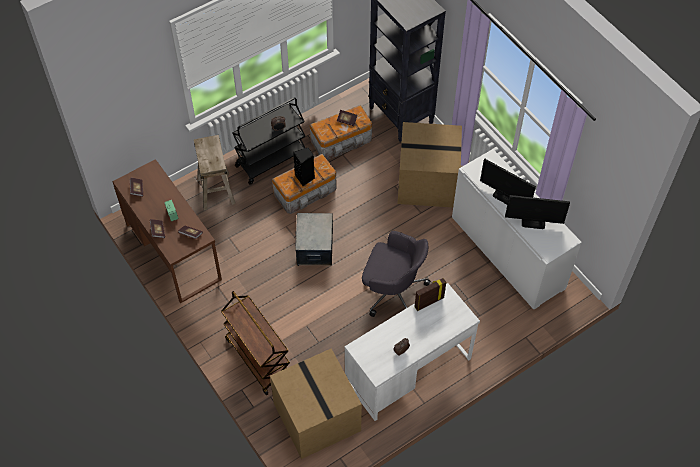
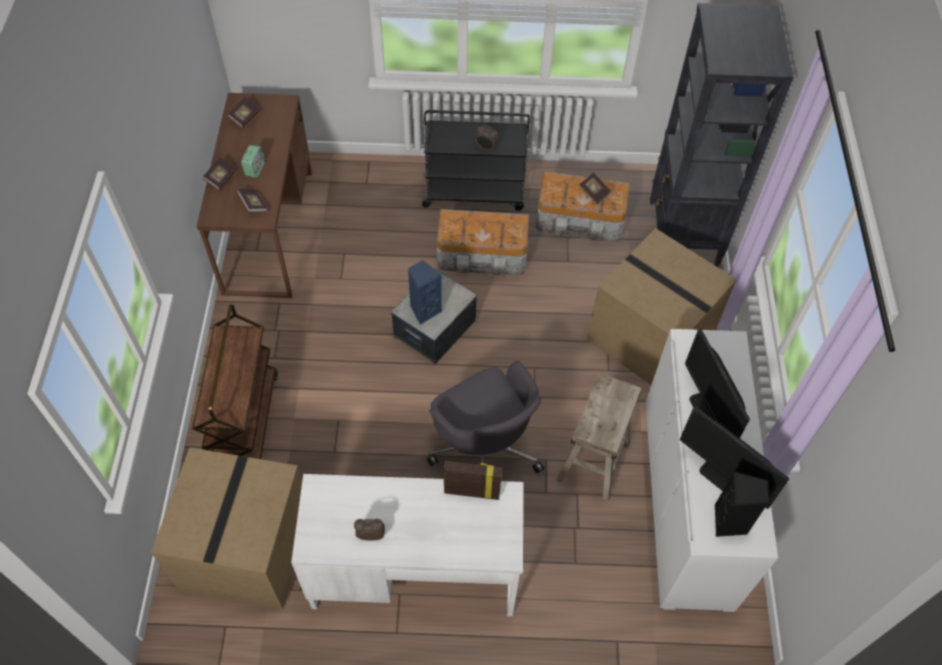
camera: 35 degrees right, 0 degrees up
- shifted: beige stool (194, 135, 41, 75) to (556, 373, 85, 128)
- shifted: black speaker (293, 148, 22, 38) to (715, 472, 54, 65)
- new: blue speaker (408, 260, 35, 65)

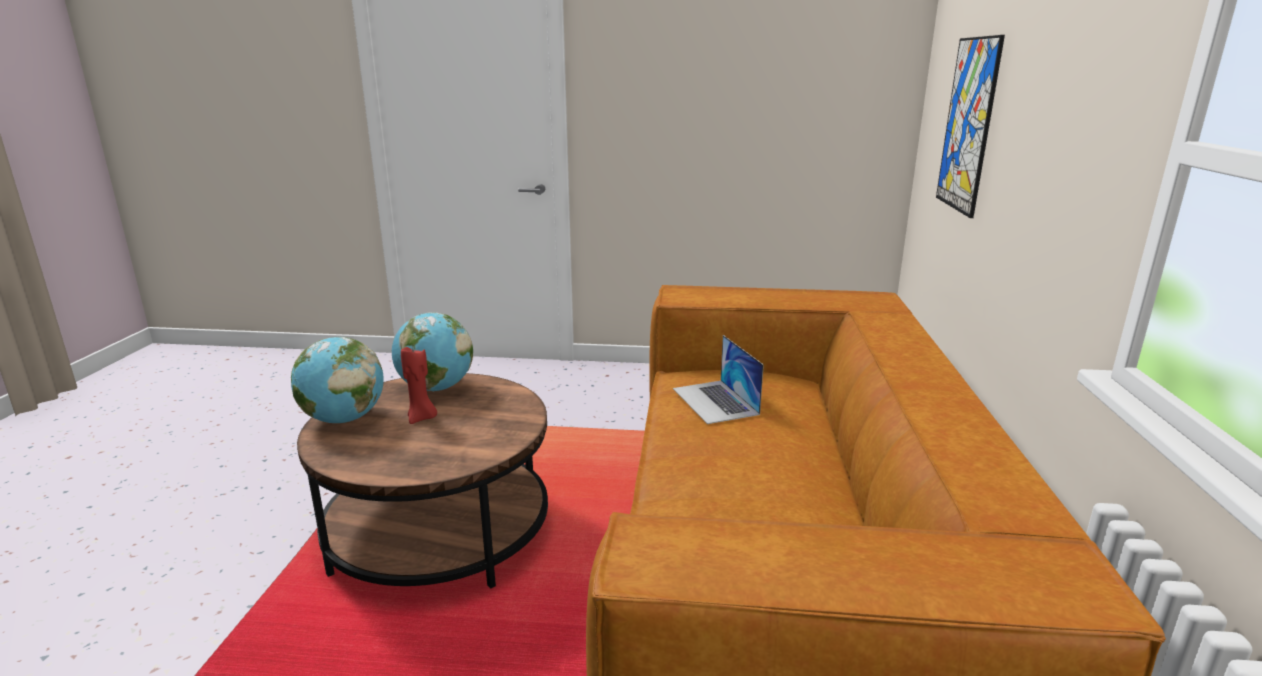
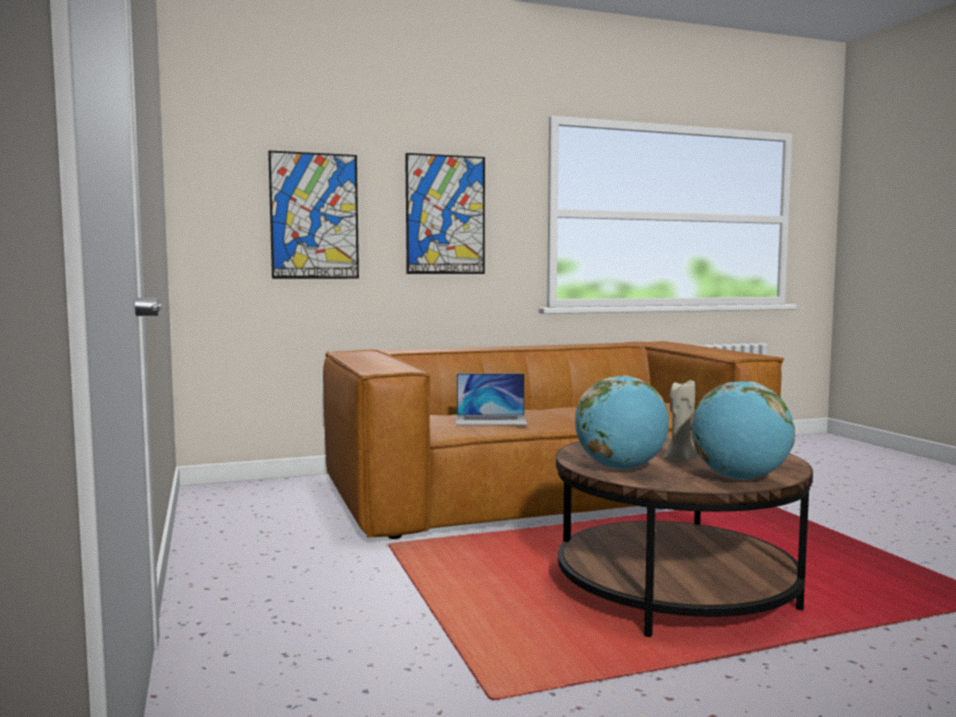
camera: 115 degrees left, 15 degrees down
- repainted: red candle (401, 345, 36, 79) to beige candle (663, 379, 36, 84)
- rotated: laptop (673, 335, 91, 89) = (455, 373, 72, 52) 45 degrees clockwise
- new: picture (405, 153, 80, 121)

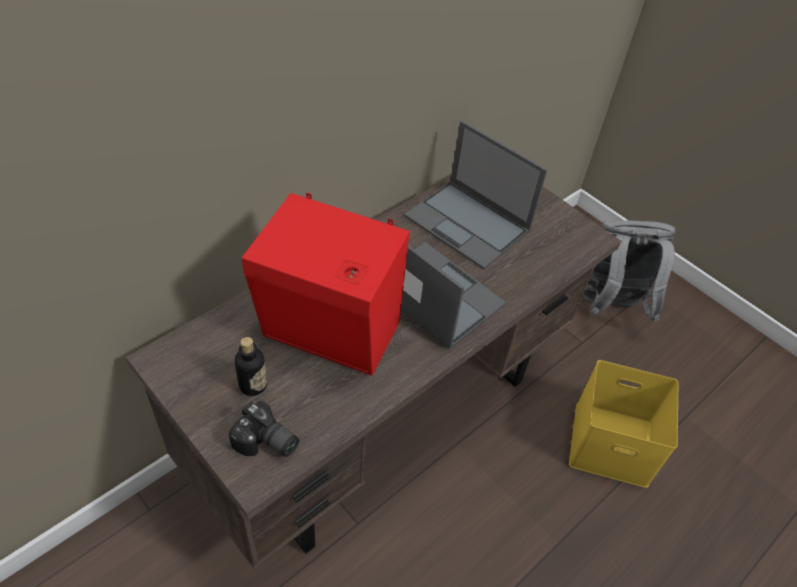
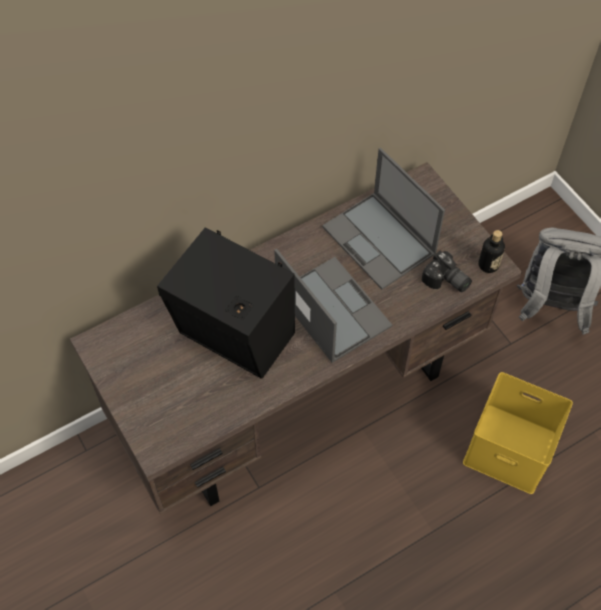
camera: 15 degrees right, 10 degrees up
- shifted: photo camera (228, 401, 71, 56) to (422, 251, 50, 41)
- shifted: bottle (235, 337, 32, 59) to (478, 230, 27, 43)
- repainted: red speaker (242, 193, 168, 183) to black speaker (157, 227, 138, 152)

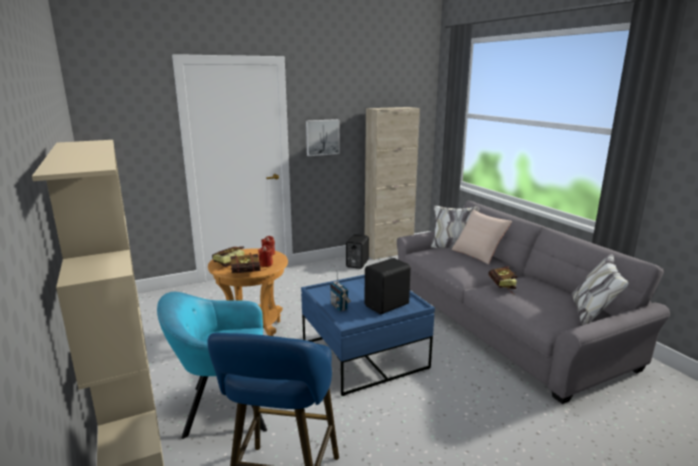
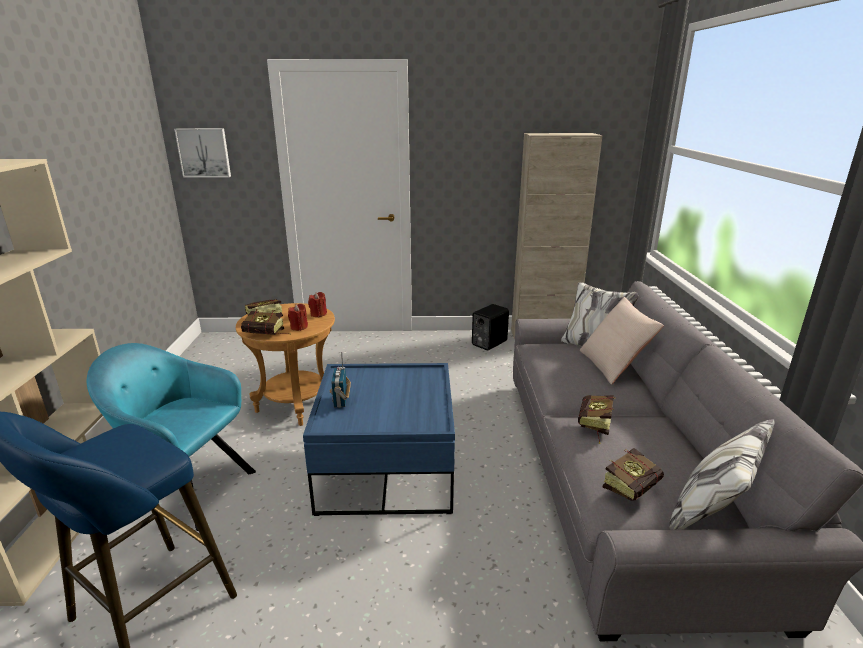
camera: 25 degrees right, 5 degrees up
- shifted: picture (306, 119, 34, 37) to (174, 128, 57, 50)
- gone: black speaker (364, 258, 47, 56)
- new: book (603, 448, 61, 53)

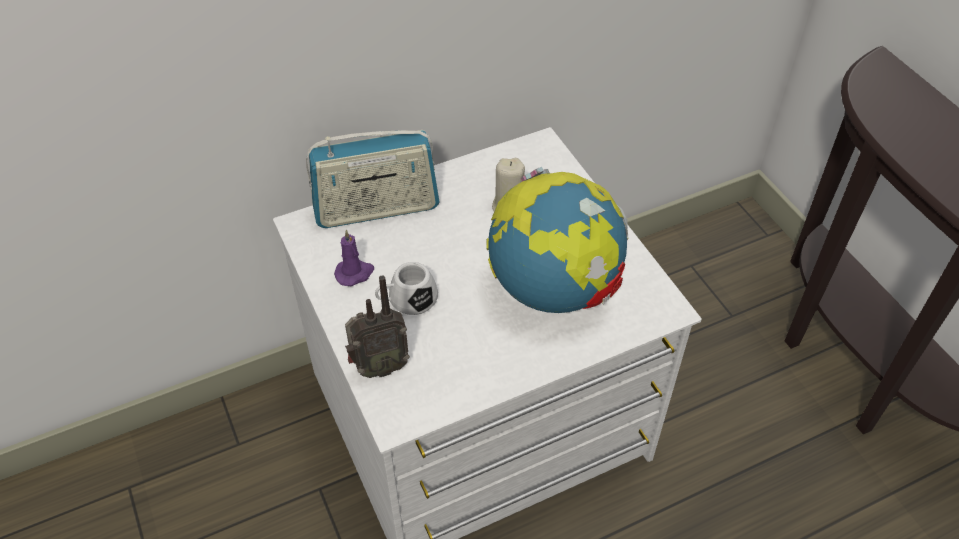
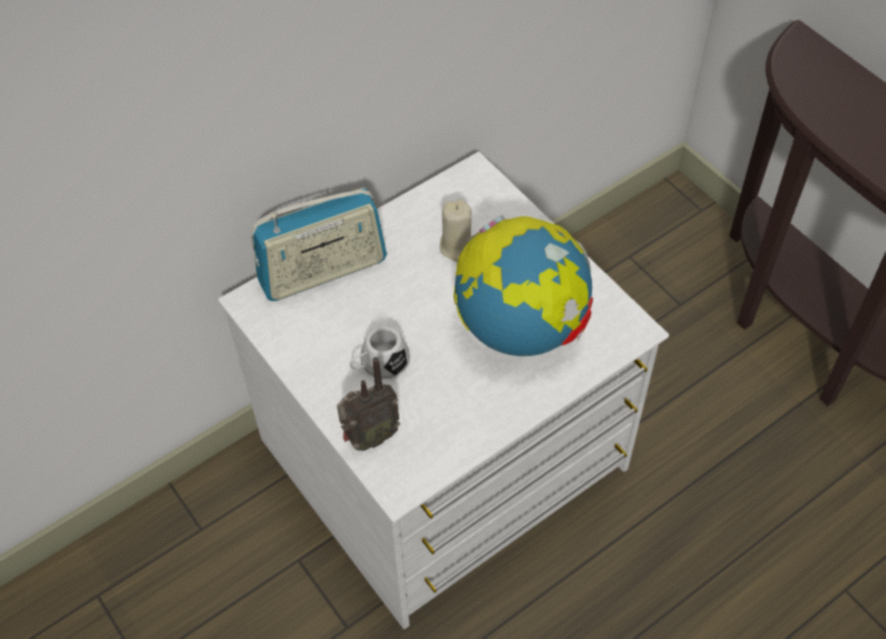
camera: 10 degrees left, 5 degrees up
- gone: purple candle (334, 230, 40, 56)

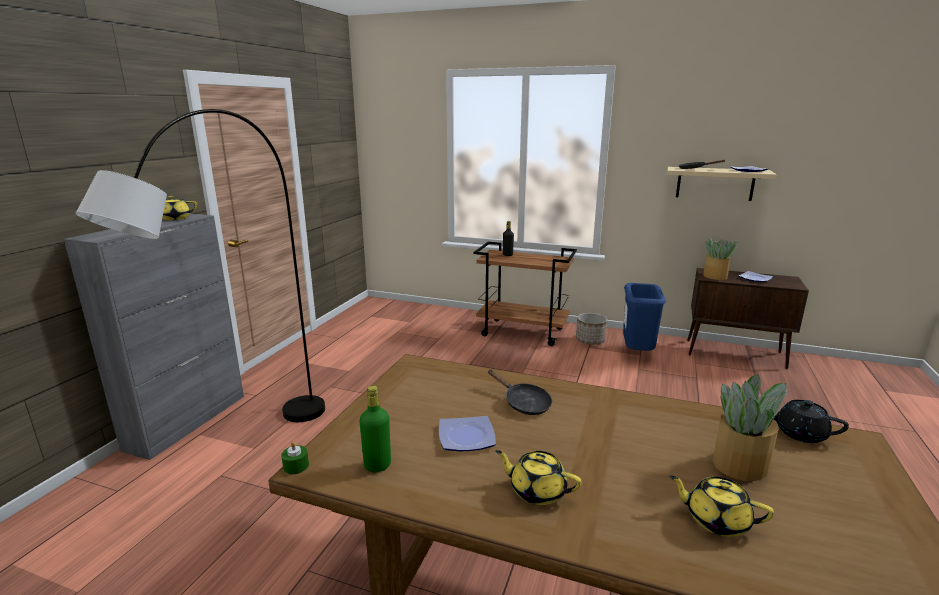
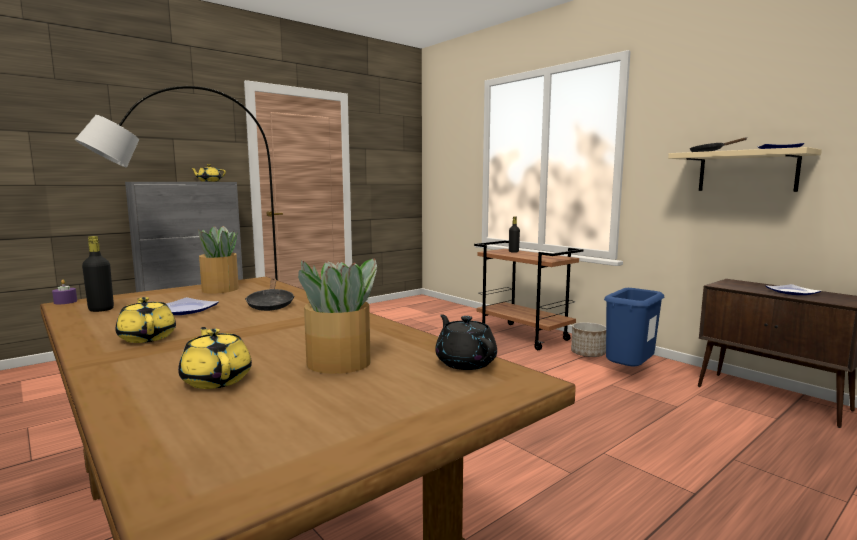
camera: 30 degrees right, 10 degrees down
- repainted: green candle (281, 441, 28, 33) to purple candle (52, 279, 25, 25)
- repainted: green bottle (359, 386, 32, 86) to black bottle (82, 236, 32, 76)
- shifted: potted plant (703, 238, 35, 42) to (198, 226, 41, 68)

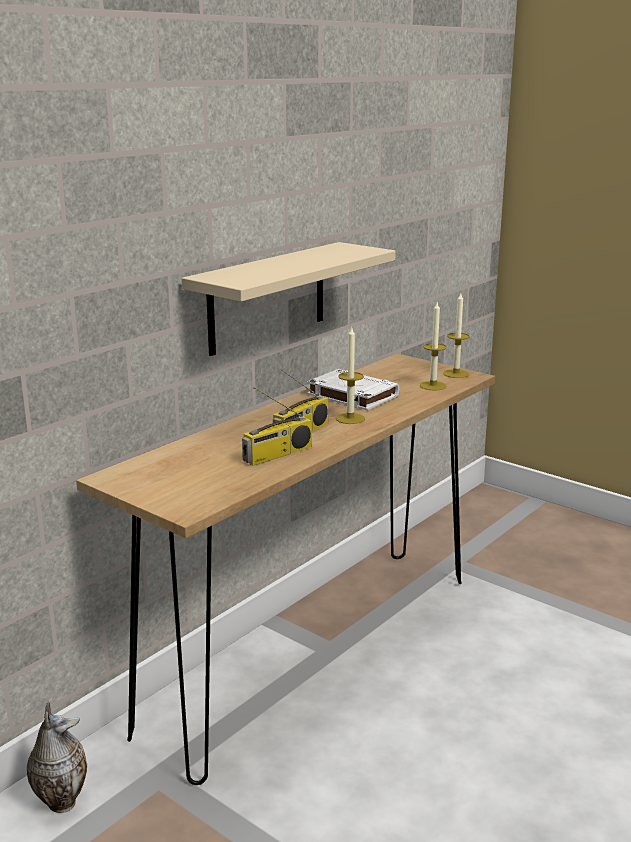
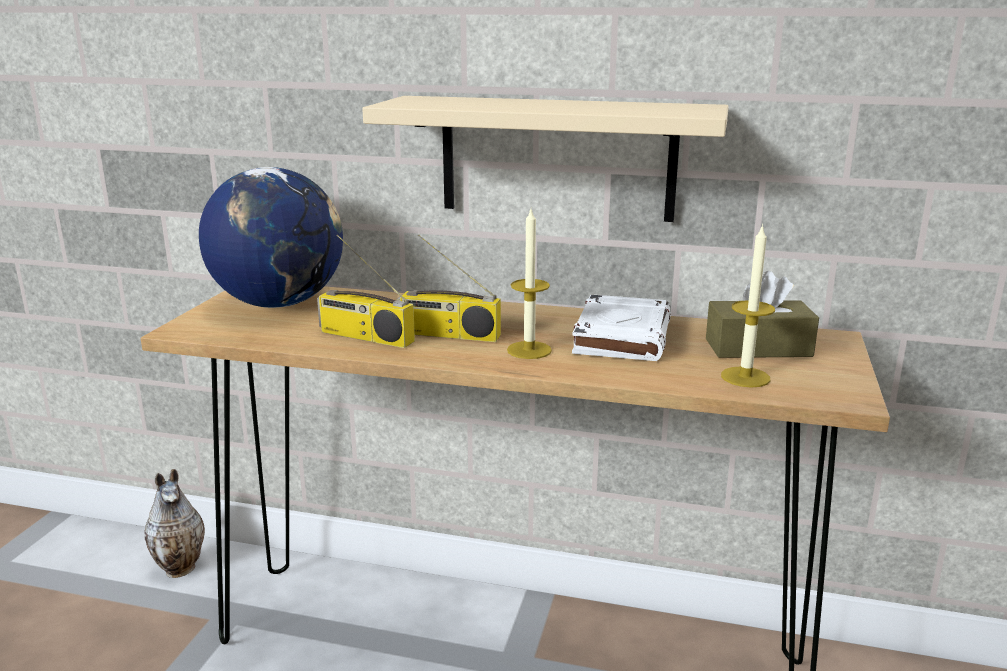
camera: 65 degrees right, 0 degrees up
- gone: candle (443, 293, 27, 85)
- new: globe (199, 167, 144, 141)
- new: brown tissue box (706, 271, 113, 87)

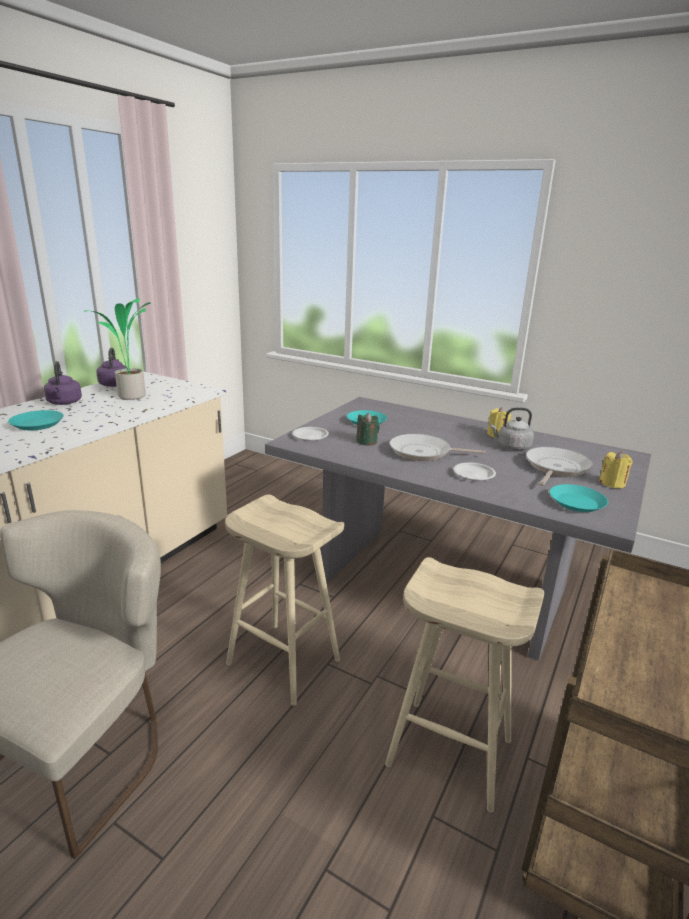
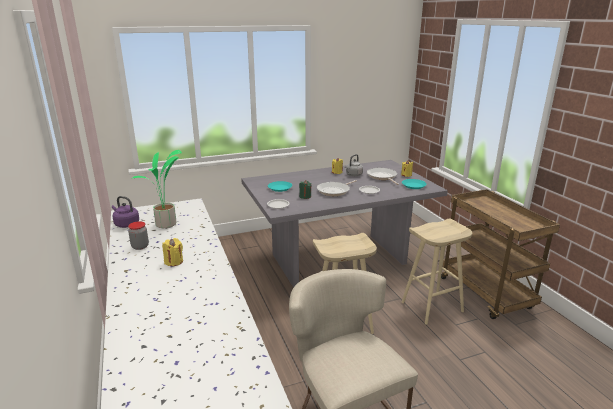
camera: 50 degrees left, 0 degrees up
- swapped: turquoise plate (8, 410, 56, 20) to yellow candle (162, 238, 21, 28)
- swapped: purple kettle (44, 361, 38, 44) to jar (128, 221, 21, 29)

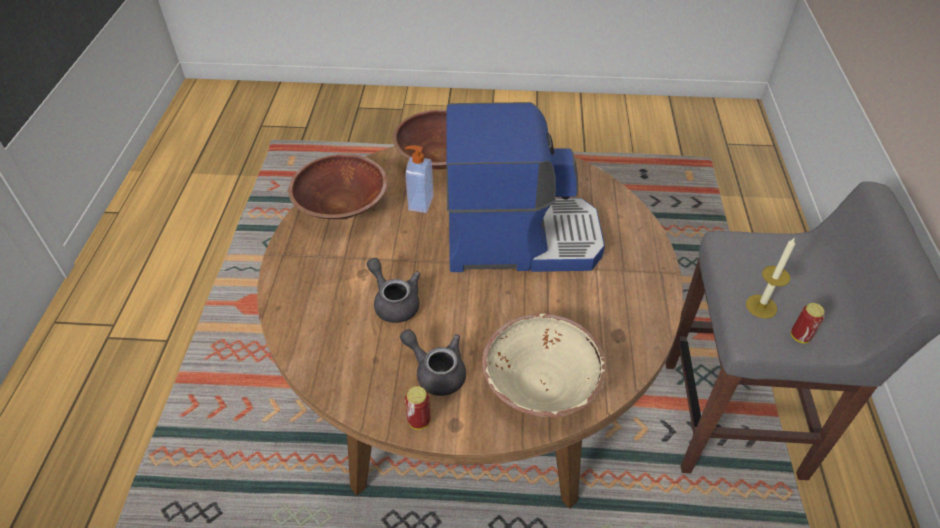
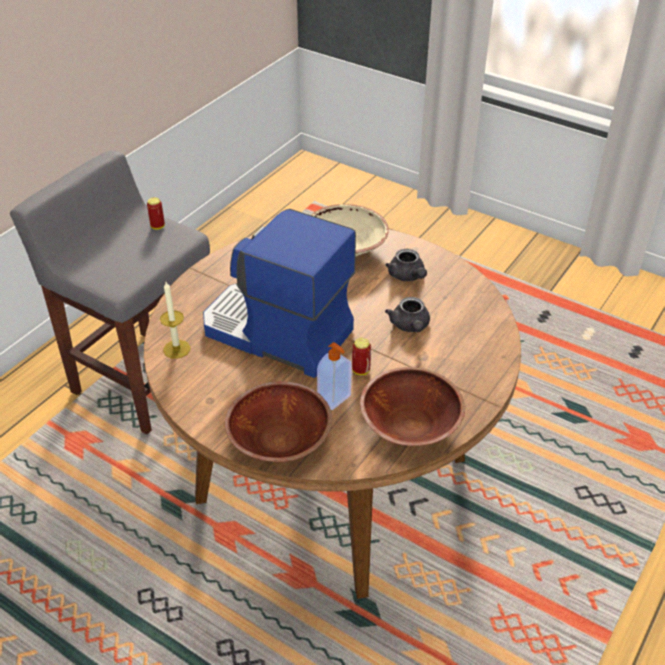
camera: 150 degrees left, 5 degrees down
- shifted: can (405, 386, 26, 44) to (352, 338, 19, 37)
- shifted: candle (746, 237, 49, 82) to (160, 282, 31, 77)

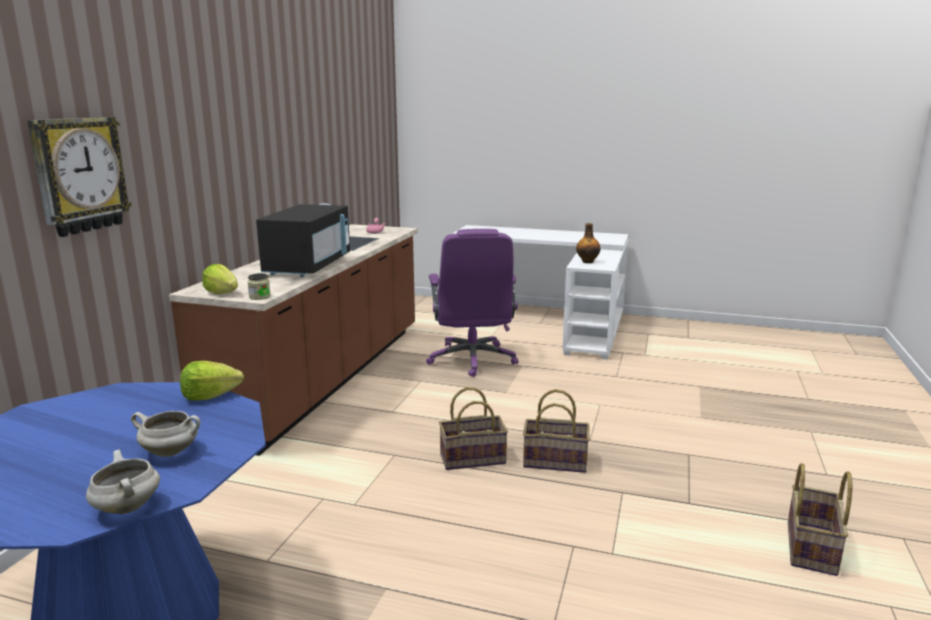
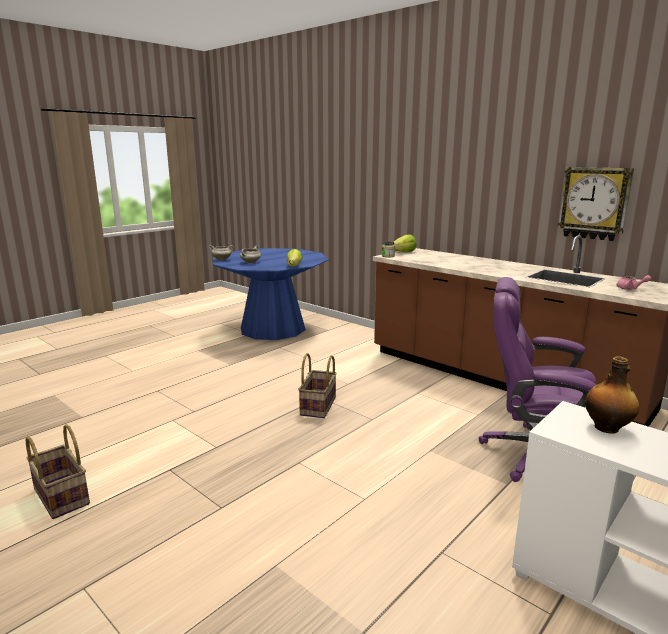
camera: 115 degrees right, 0 degrees up
- shifted: wall clock (27, 117, 105, 120) to (558, 167, 76, 74)
- gone: black microwave (256, 204, 94, 73)
- gone: basket (523, 389, 67, 84)

